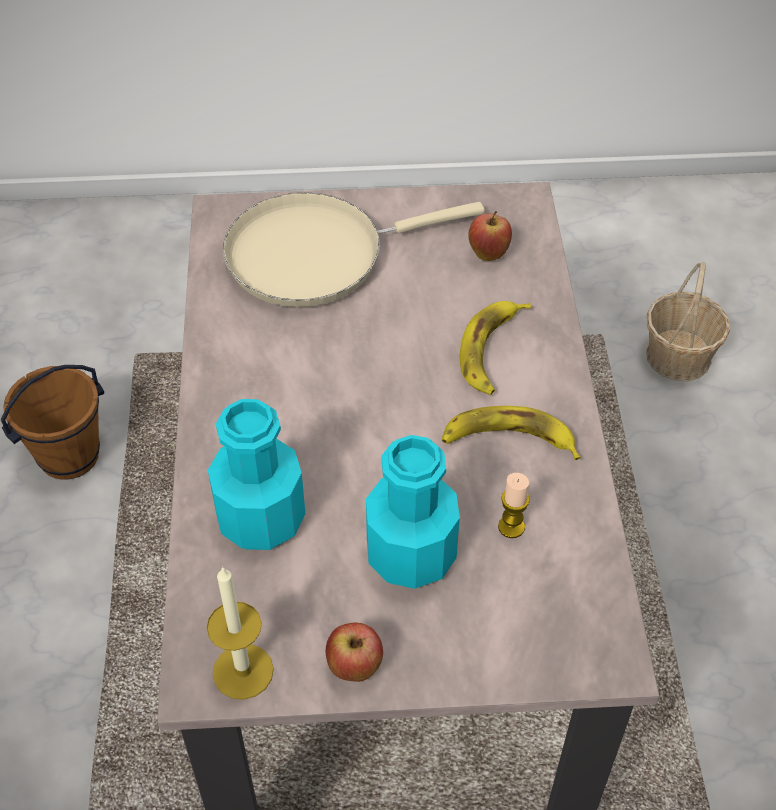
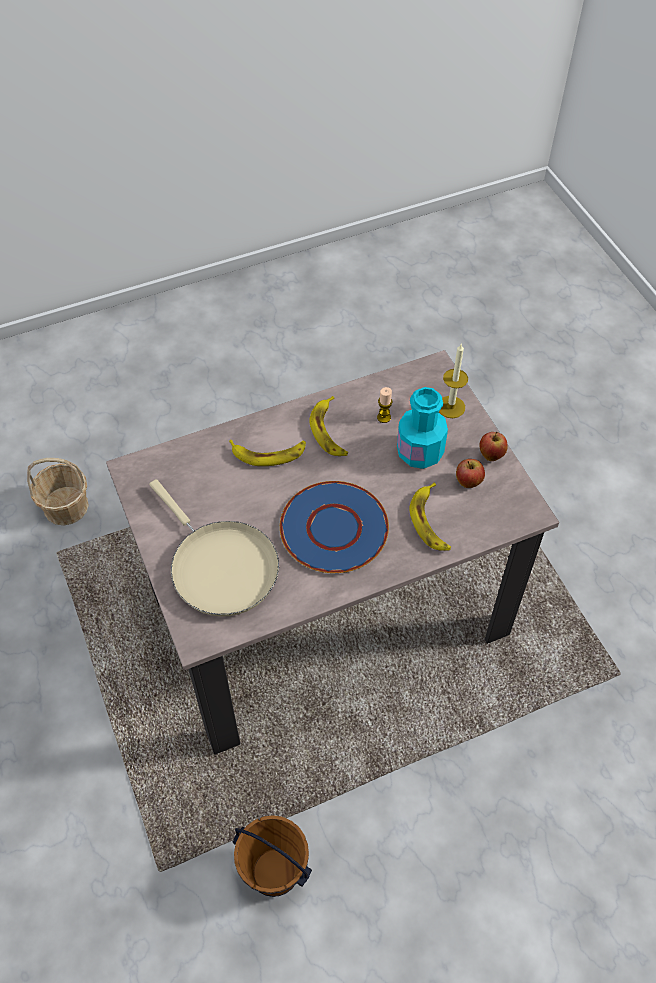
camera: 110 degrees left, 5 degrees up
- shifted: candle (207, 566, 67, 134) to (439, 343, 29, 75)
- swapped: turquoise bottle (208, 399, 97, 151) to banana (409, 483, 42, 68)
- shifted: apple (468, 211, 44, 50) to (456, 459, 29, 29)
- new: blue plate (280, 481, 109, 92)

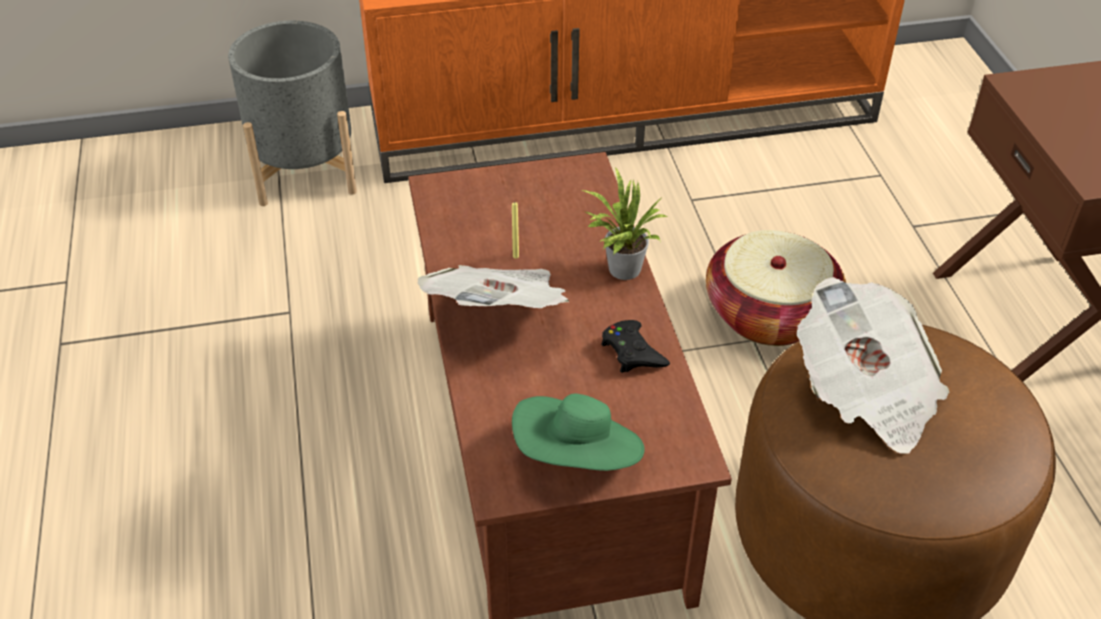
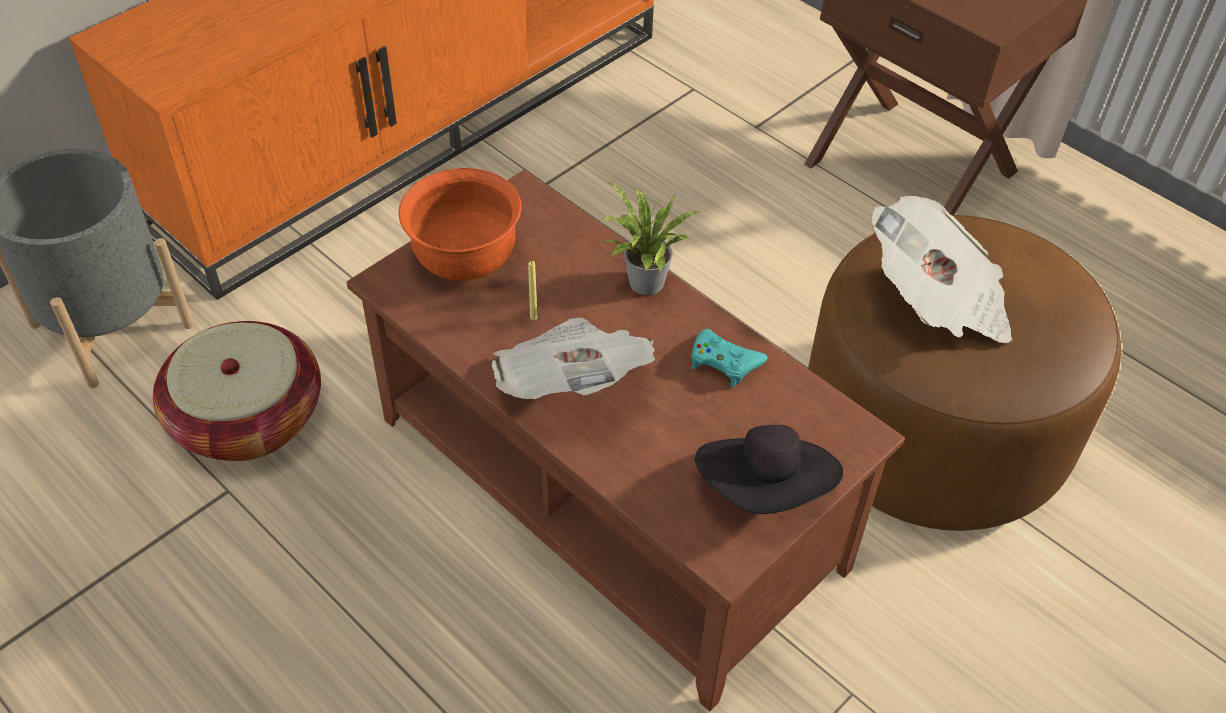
camera: 35 degrees left, 5 degrees up
- repainted: green hat (512, 393, 133, 78) to black hat (695, 425, 148, 89)
- repainted: black game controller (601, 320, 69, 53) to turquoise game controller (691, 329, 77, 58)
- shifted: basket (706, 230, 140, 116) to (153, 321, 168, 140)
- new: orange bowl (399, 168, 122, 113)

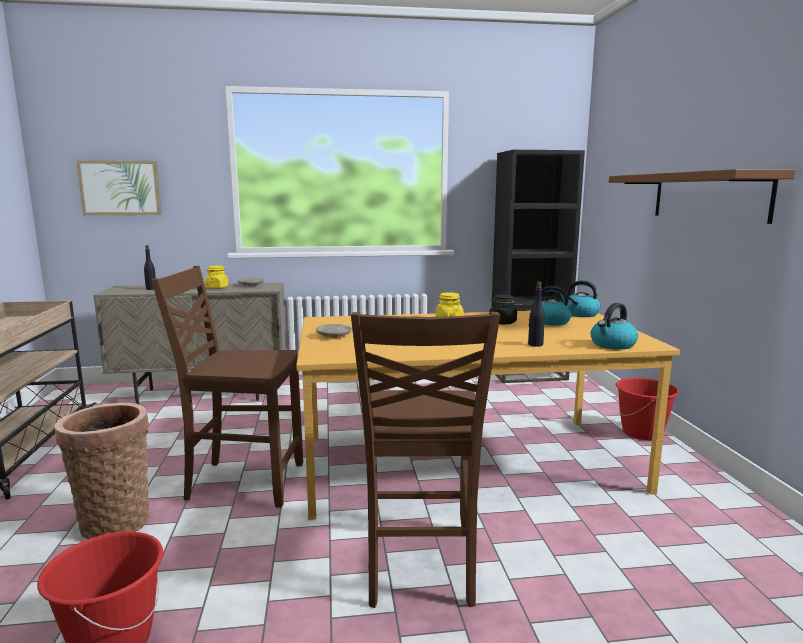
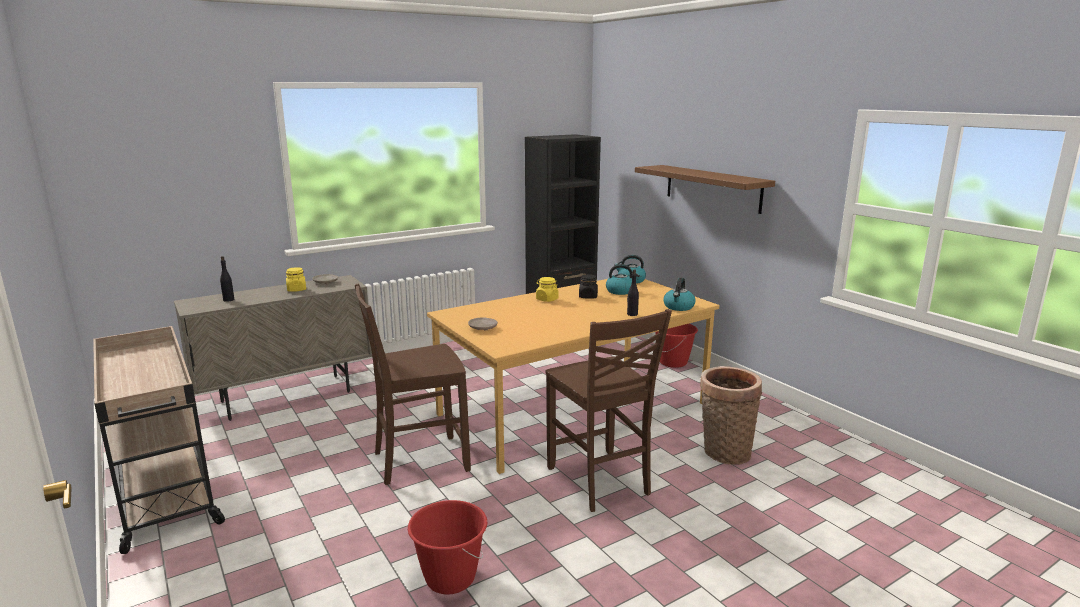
camera: 25 degrees left, 5 degrees up
- shifted: basket (54, 403, 96, 136) to (700, 366, 62, 99)
- gone: picture (76, 160, 86, 55)

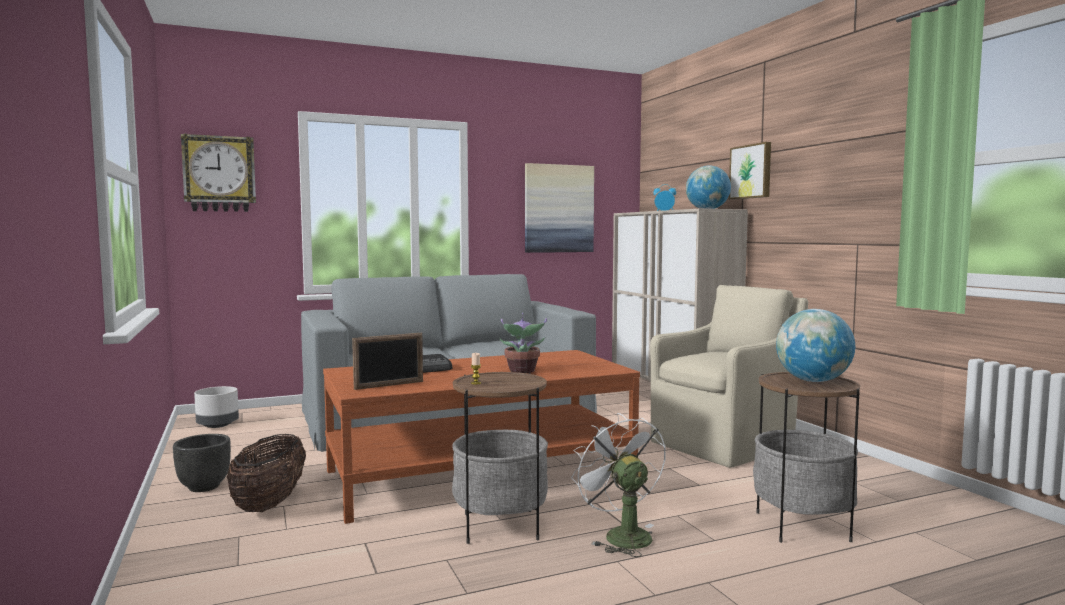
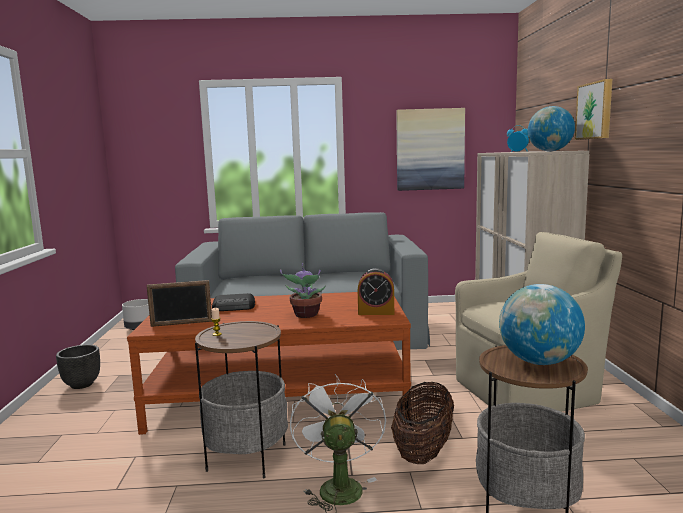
camera: 20 degrees right, 5 degrees up
- gone: wall clock (181, 134, 75, 78)
- shifted: basket (227, 434, 79, 78) to (391, 382, 63, 82)
- new: alarm clock (358, 268, 36, 47)

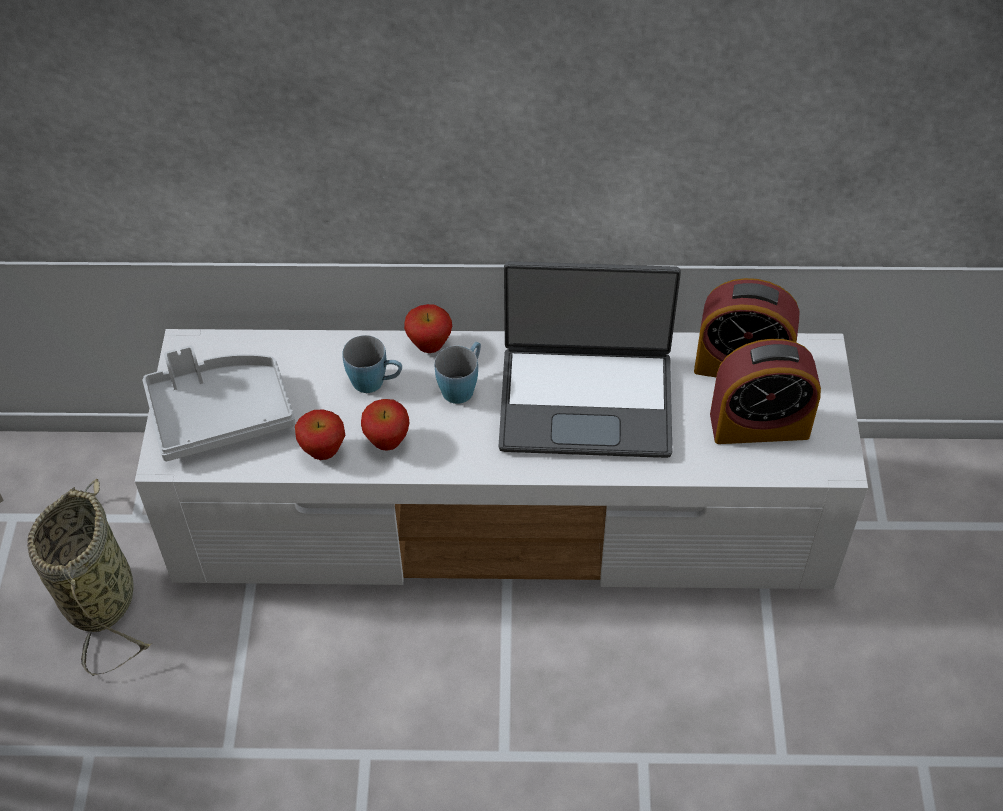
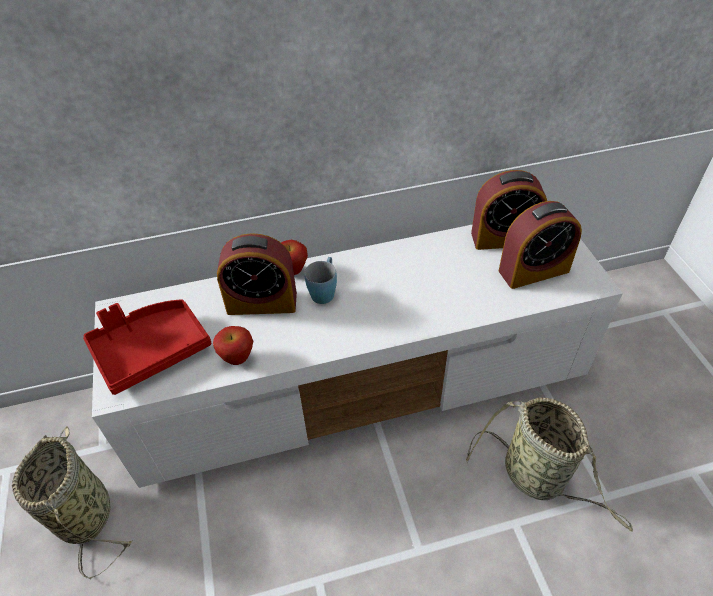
camera: 15 degrees left, 5 degrees down
- repainted: grey tray (142, 346, 154, 115) to red tray (83, 299, 129, 96)
- swapped: blue mug (342, 335, 60, 58) to alarm clock (217, 233, 80, 82)
- gone: apple (361, 399, 49, 52)
- gone: laptop (499, 261, 182, 197)
- new: basket (466, 397, 167, 134)

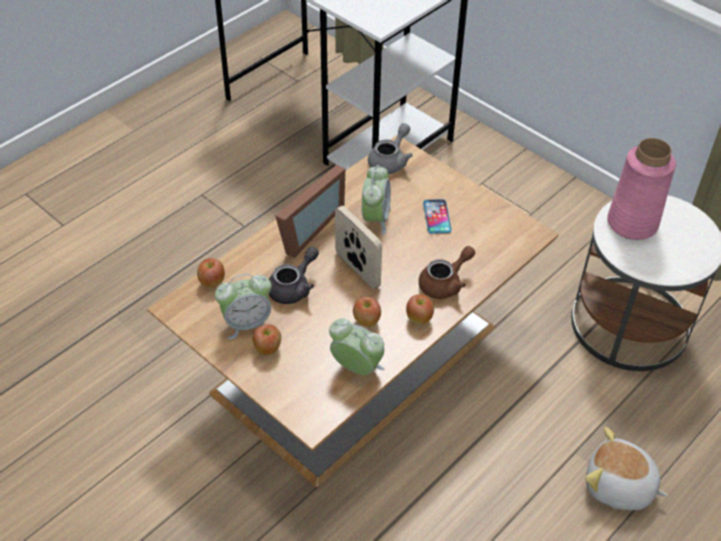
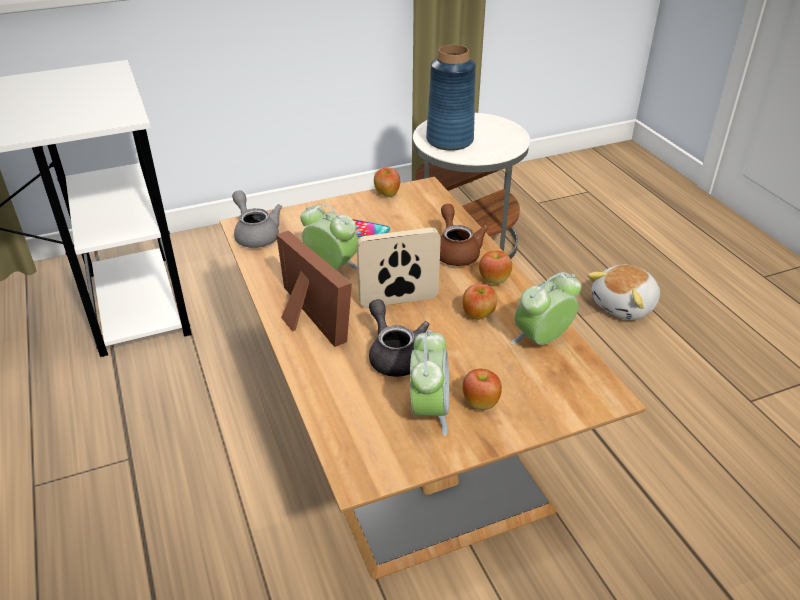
camera: 65 degrees left, 10 degrees down
- shifted: apple (197, 258, 28, 30) to (374, 167, 26, 30)
- repainted: pink vase (607, 138, 69, 102) to blue vase (426, 45, 50, 106)

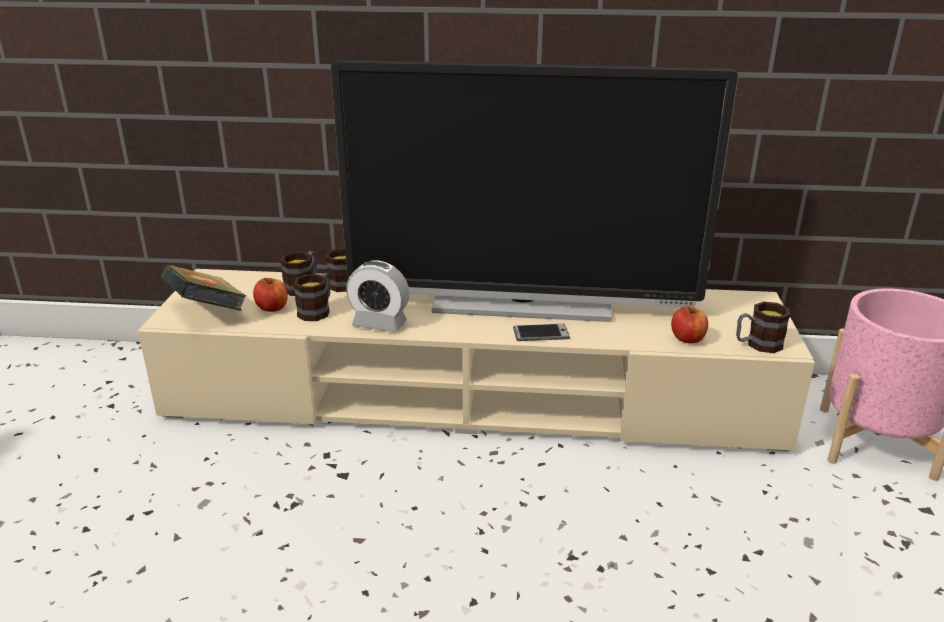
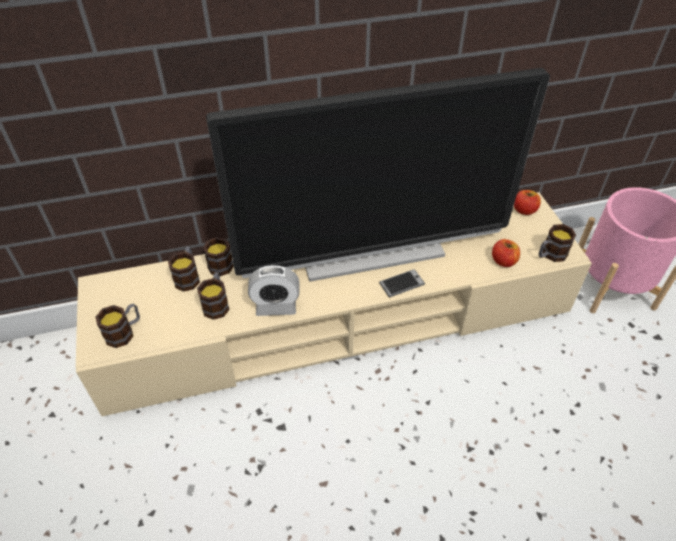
camera: 20 degrees left, 20 degrees up
- swapped: book (161, 265, 85, 46) to mug (96, 304, 44, 44)
- shifted: apple (253, 278, 35, 34) to (514, 190, 27, 25)

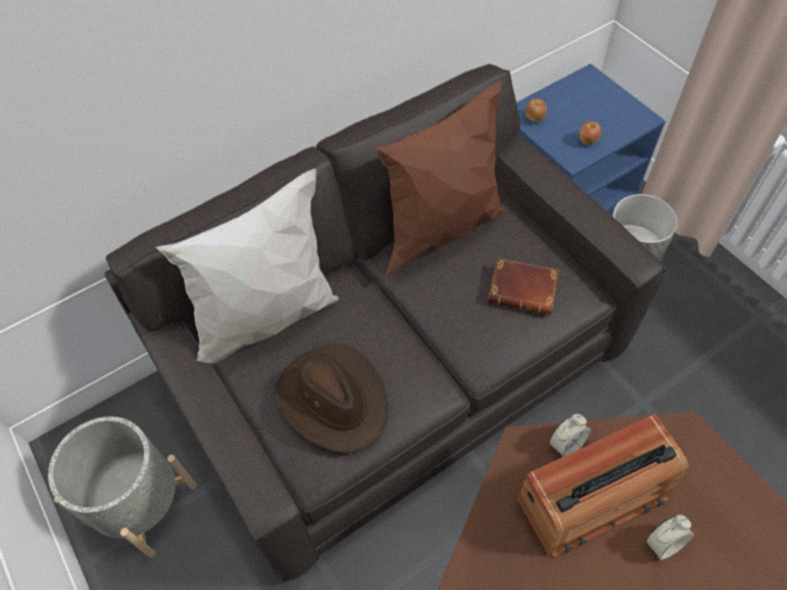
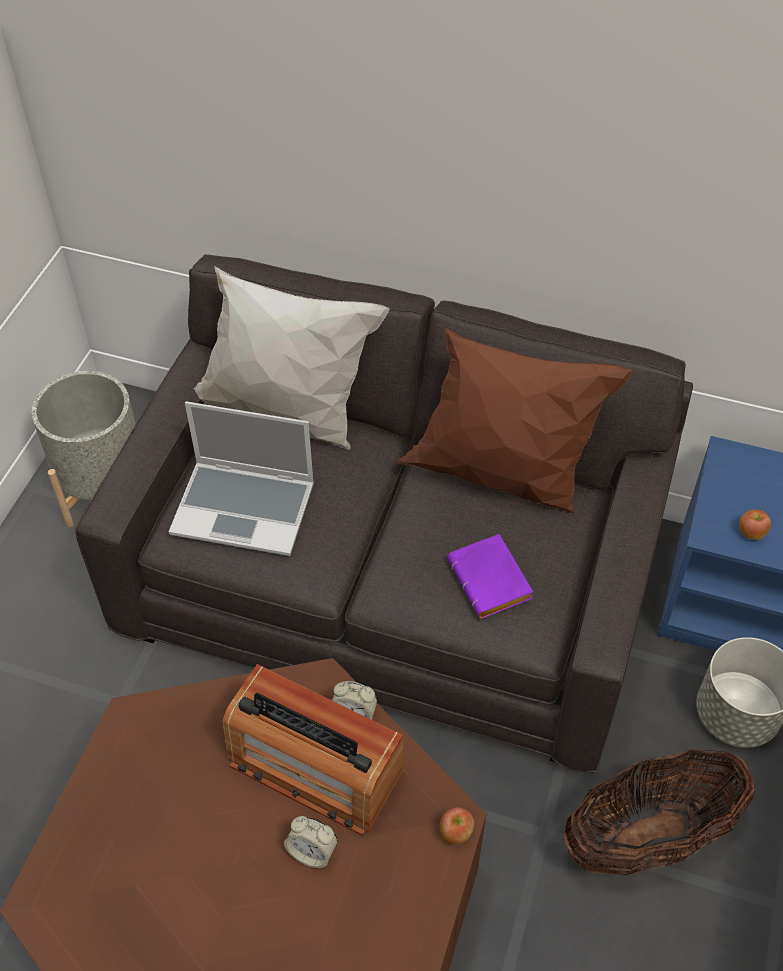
camera: 50 degrees right, 5 degrees down
- swapped: brown hat (274, 344, 114, 109) to laptop (169, 401, 145, 155)
- repainted: brown book (488, 258, 71, 57) to purple book (447, 534, 86, 85)
- shifted: apple (526, 99, 21, 23) to (440, 808, 34, 37)
- new: basket (564, 748, 191, 127)

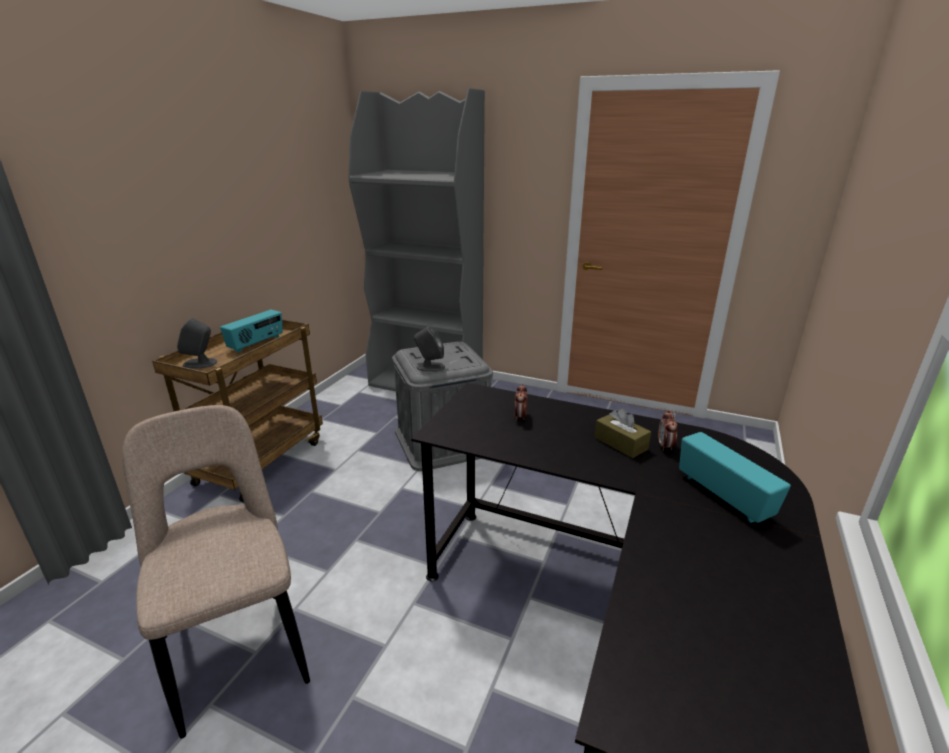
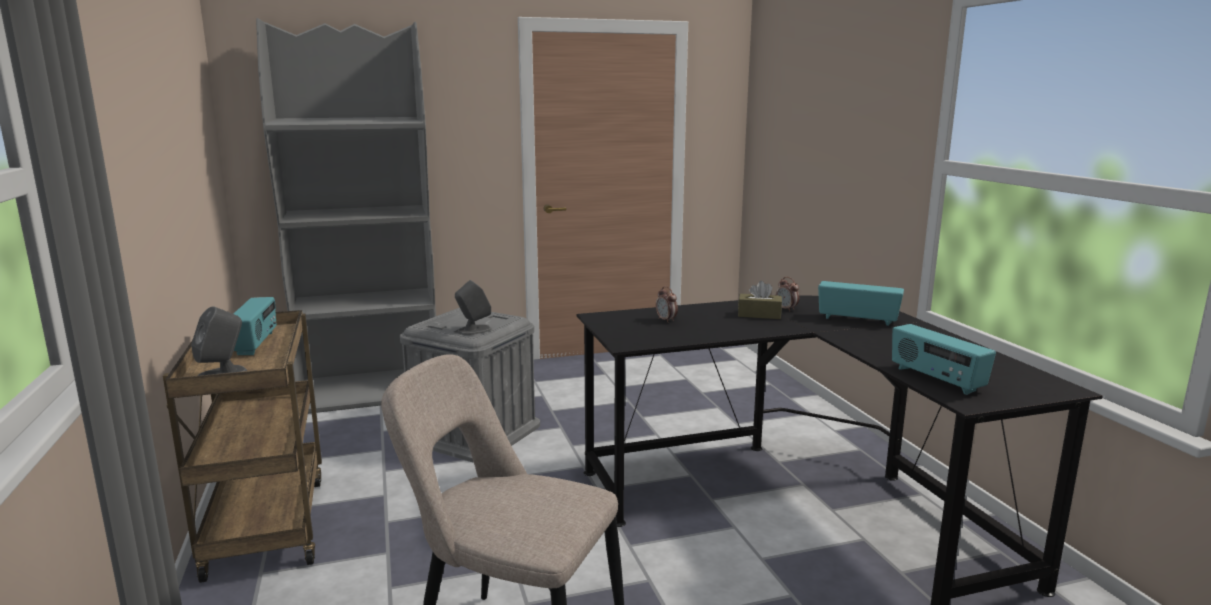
camera: 40 degrees left, 10 degrees down
- new: radio (892, 324, 104, 71)

